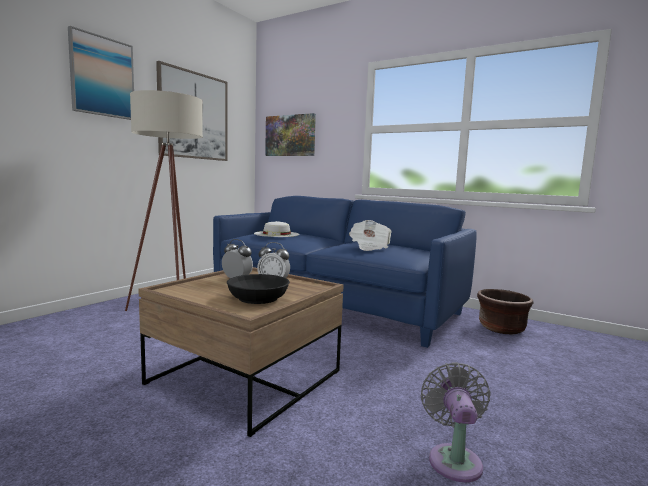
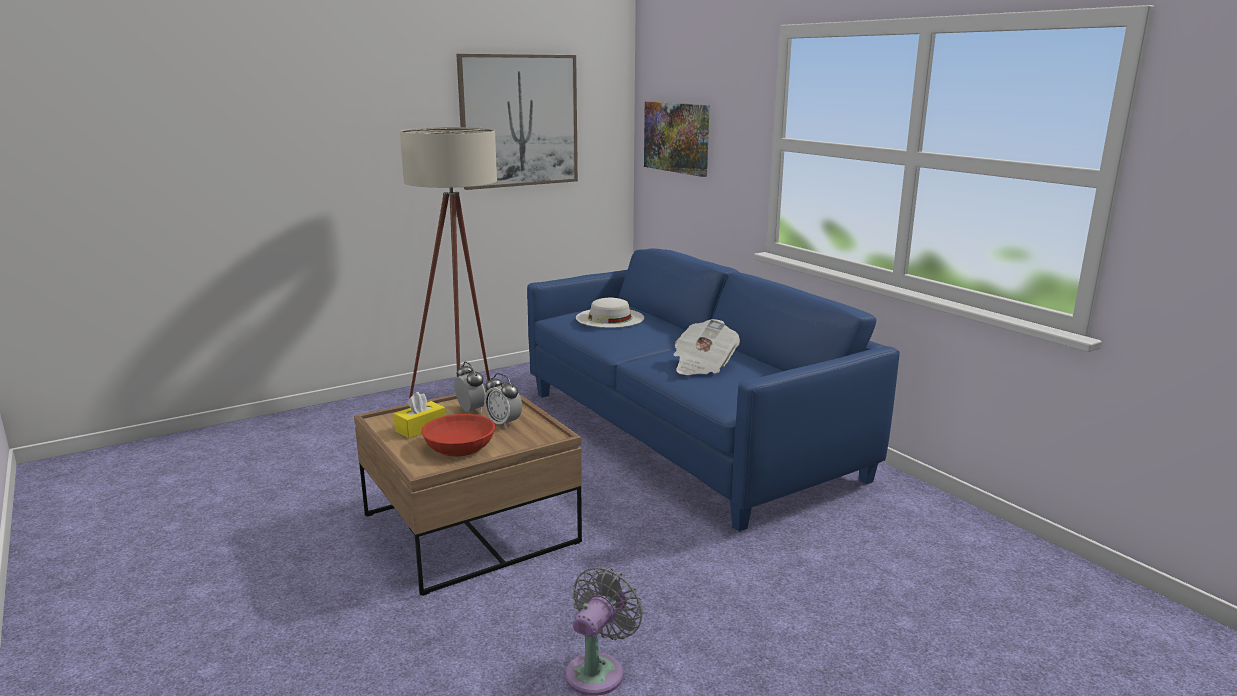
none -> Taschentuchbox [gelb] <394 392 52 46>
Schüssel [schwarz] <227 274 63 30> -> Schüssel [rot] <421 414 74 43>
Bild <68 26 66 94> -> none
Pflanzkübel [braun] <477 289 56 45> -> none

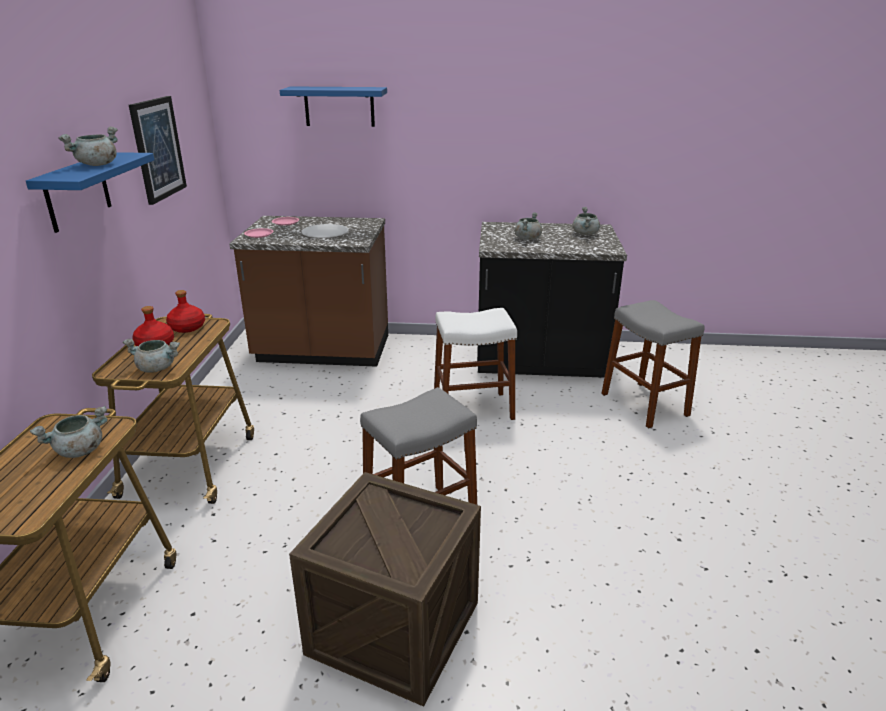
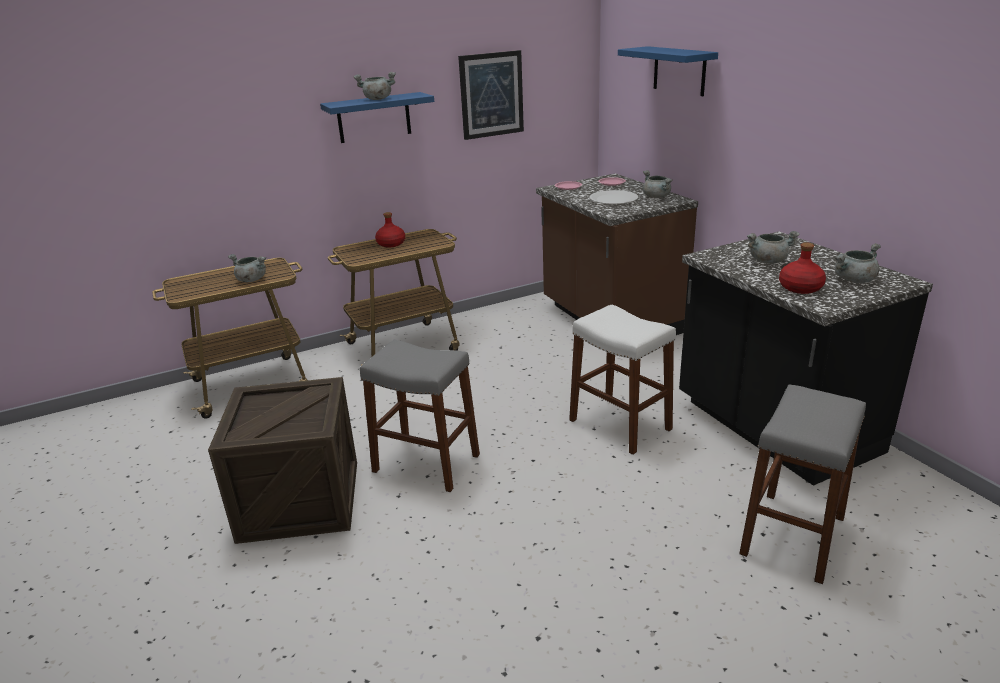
Kochtopf [grau] <123 339 57 34> -> Kochtopf [grau] <643 170 30 28>, shifted
Flasche [rot] <166 290 39 43> -> Flasche [rot] <779 242 47 52>, shifted

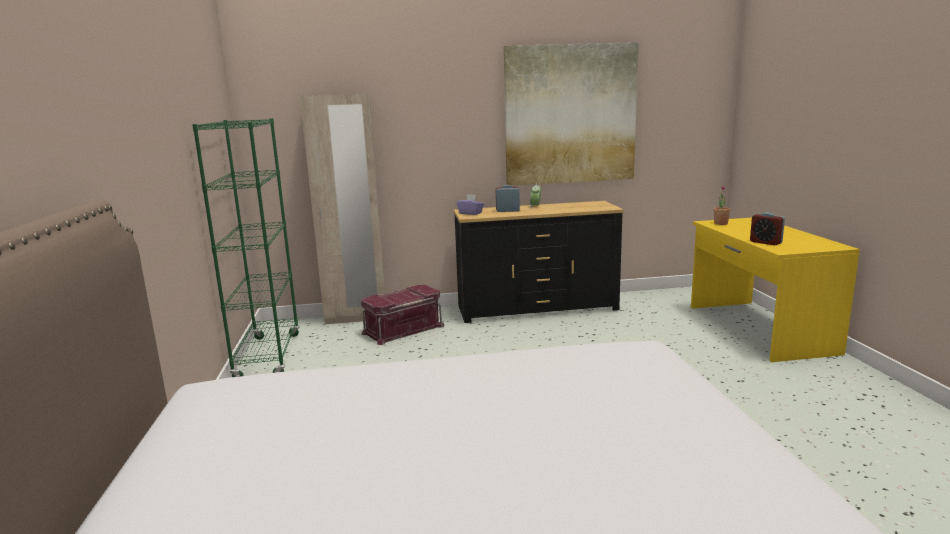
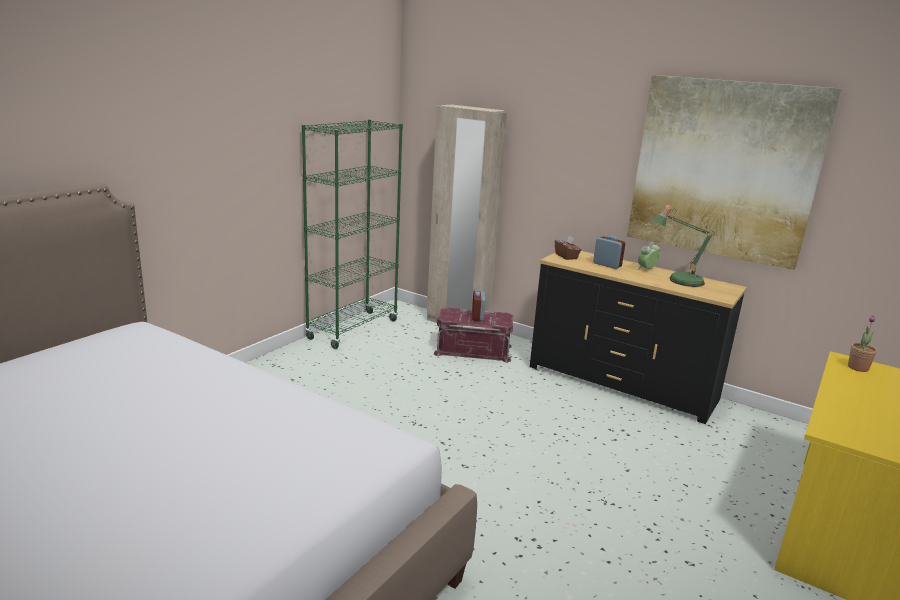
Wecker <750 213 35 32> -> Wecker <472 291 14 30>, shifted
Taschentuchbox [lila] <457 194 27 21> -> Taschentuchbox [braun] <555 236 26 24>
none -> Tischlampe <652 204 63 83>

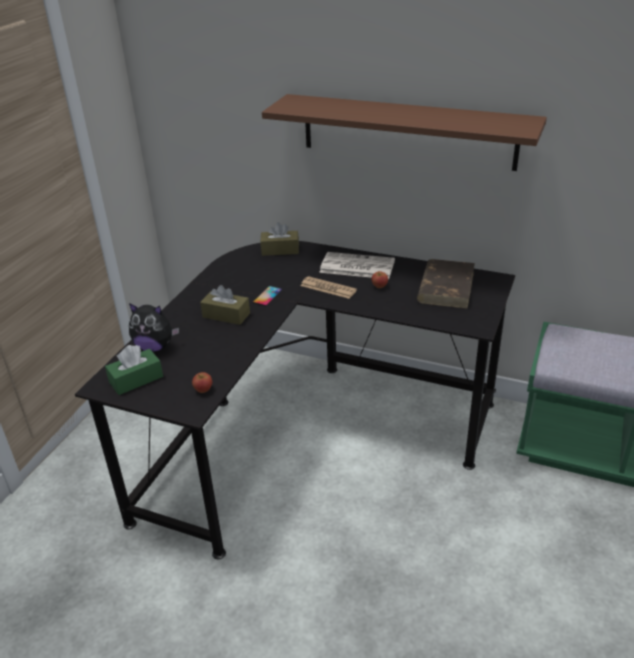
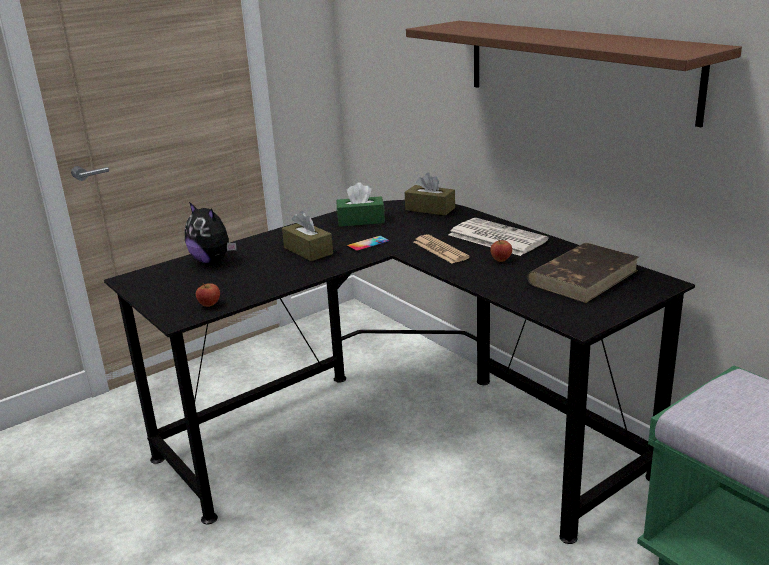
Taschentuchbox [grün] <105 345 58 50> -> Taschentuchbox [grün] <337 182 48 45>, shifted

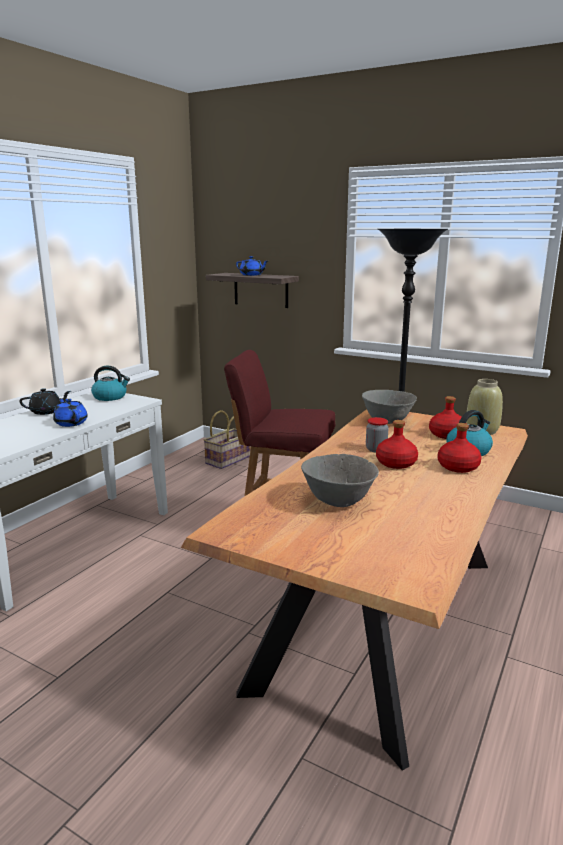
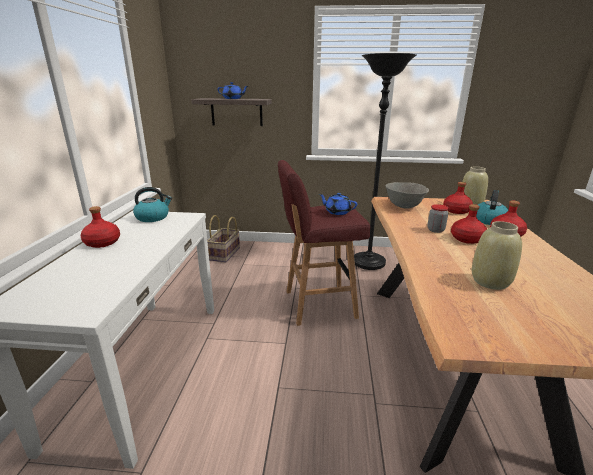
Teekanne [schwarz] <19 388 52 27> -> Flasche [rot] <81 206 39 42>
Teekanne [blau] <53 398 35 29> -> Teekanne [blau] <319 193 38 22>, shifted
Schüssel [grau] <301 454 78 53> -> Vase [beige] <472 221 50 69>

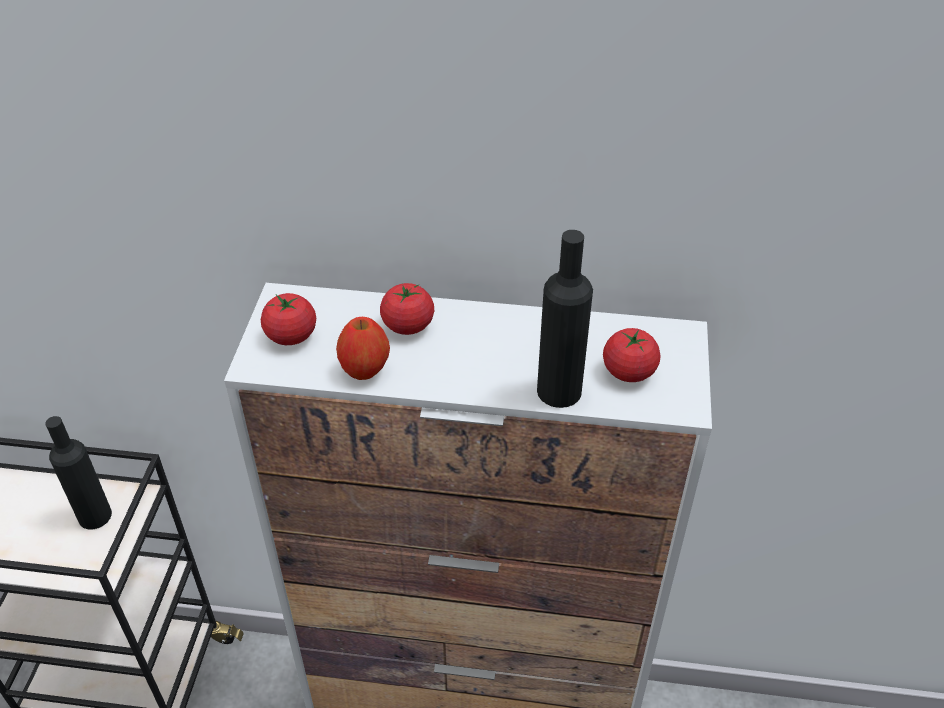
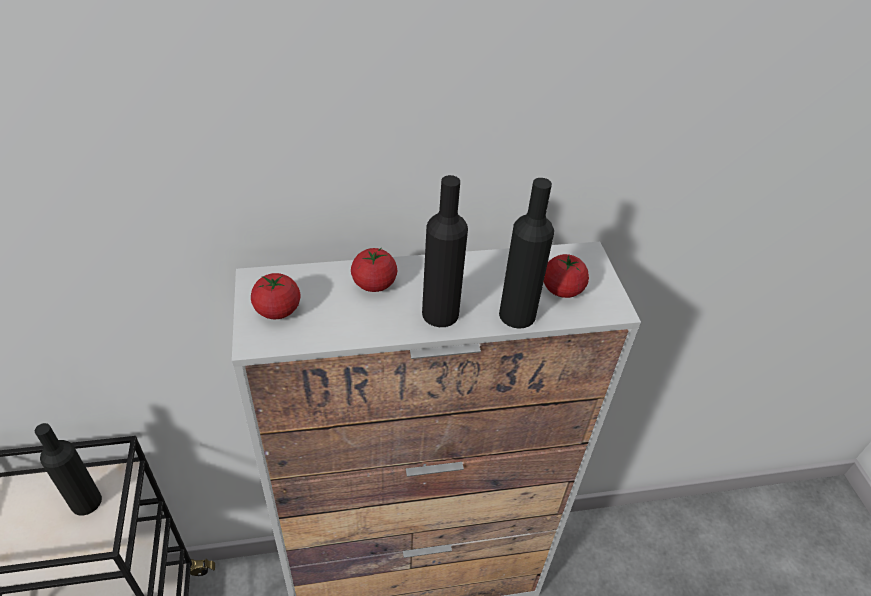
none -> Flasche [schwarz] <422 175 46 152>
Apfel <336 317 54 63> -> none

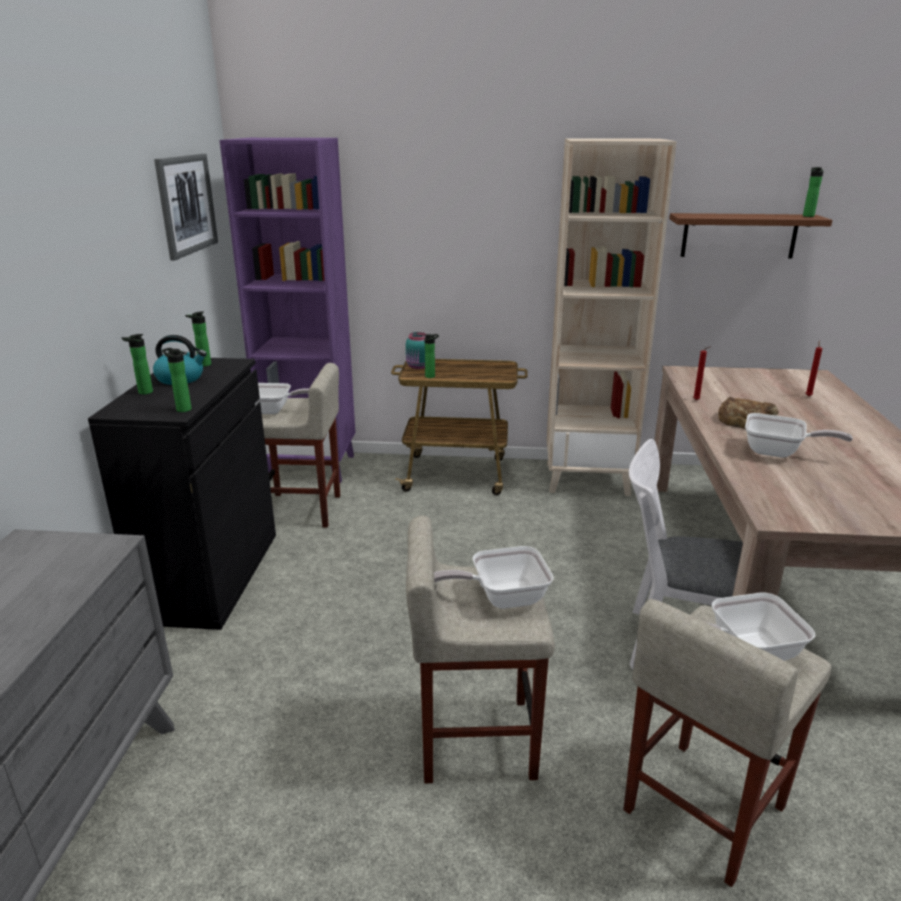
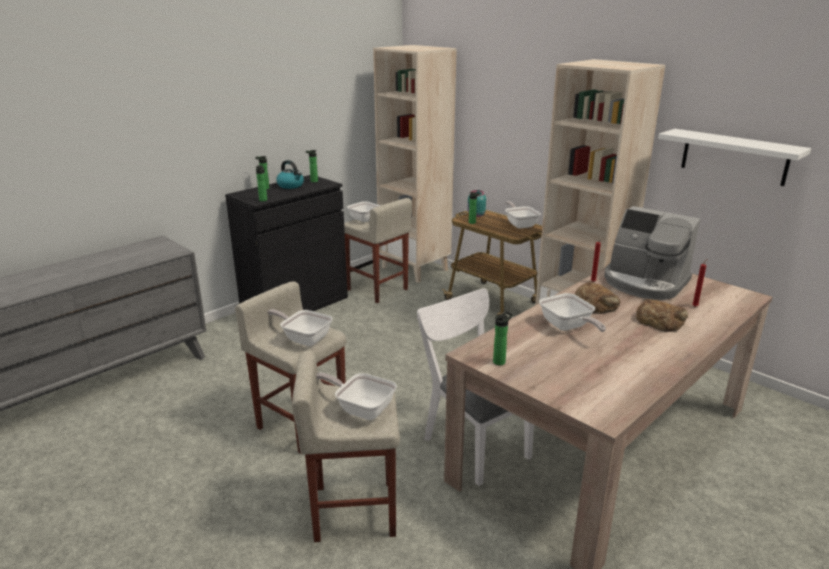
Bücherregal [lila] <220 138 135 345> -> Bücherregal [beige] <373 45 84 238>
Flasche <803 167 21 50> -> Flasche <493 312 20 53>, shifted
none -> Pfanne <505 201 36 28>
none -> Kaffeemaschine <605 206 95 94>
none -> Brot <636 299 52 33>
Wandregal [braun] <669 213 163 45> -> Wandregal [weiß] <658 129 153 57>
Bild <154 154 64 106> -> none

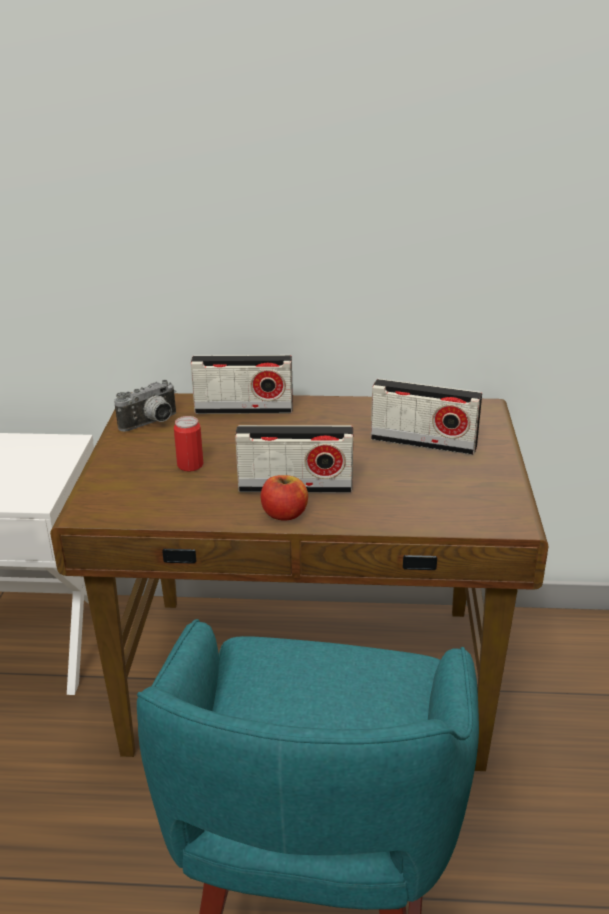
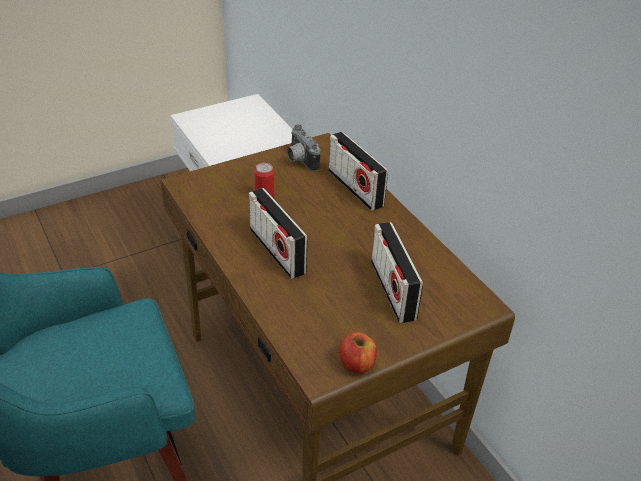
Kamera <114 380 62 52> -> Kamera <287 125 34 47>, 45 degrees clockwise
Apfel <261 475 47 46> -> Apfel <339 332 38 41>, shifted

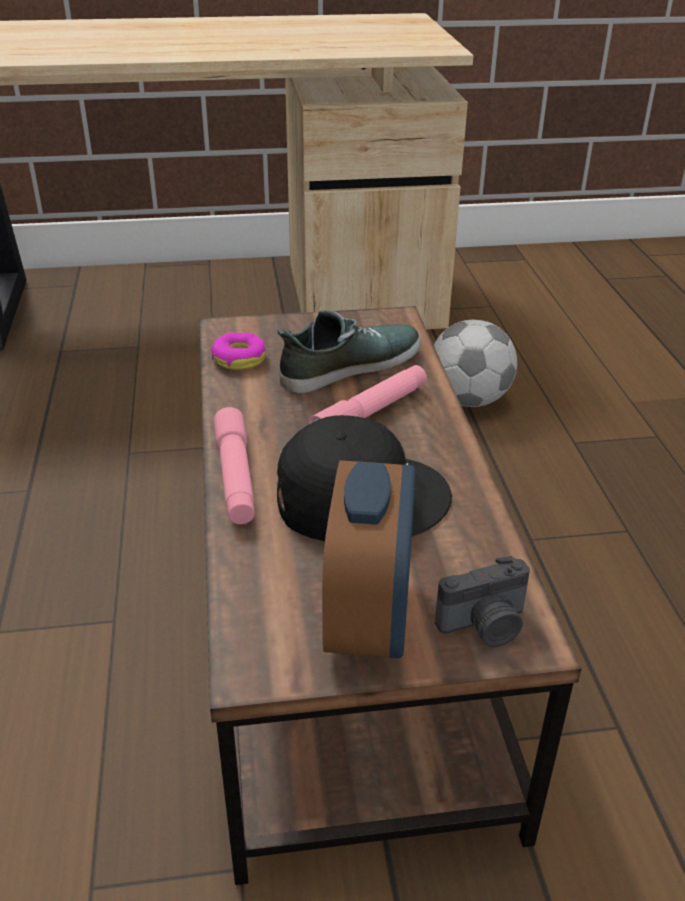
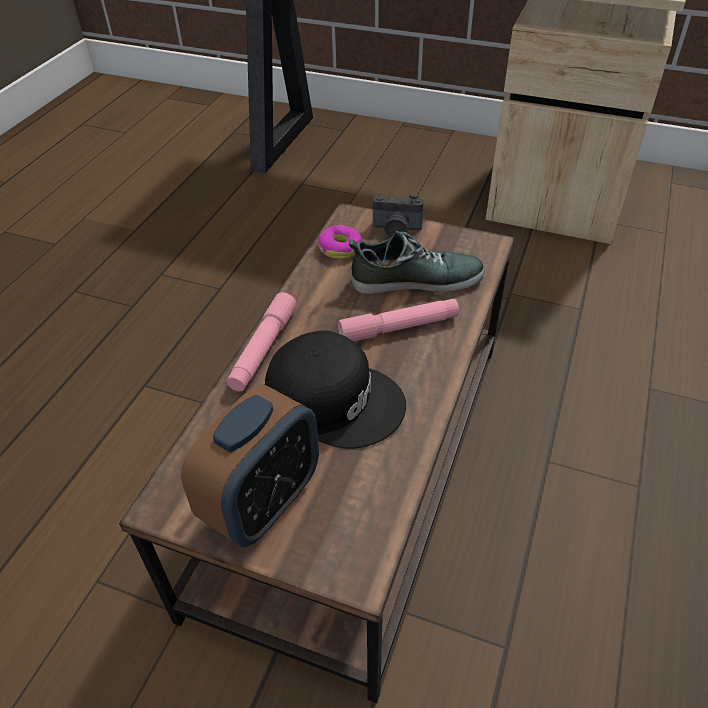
Kamera <435 556 95 91> -> Kamera <373 195 51 42>, shifted
Fußball <434 320 83 87> -> none

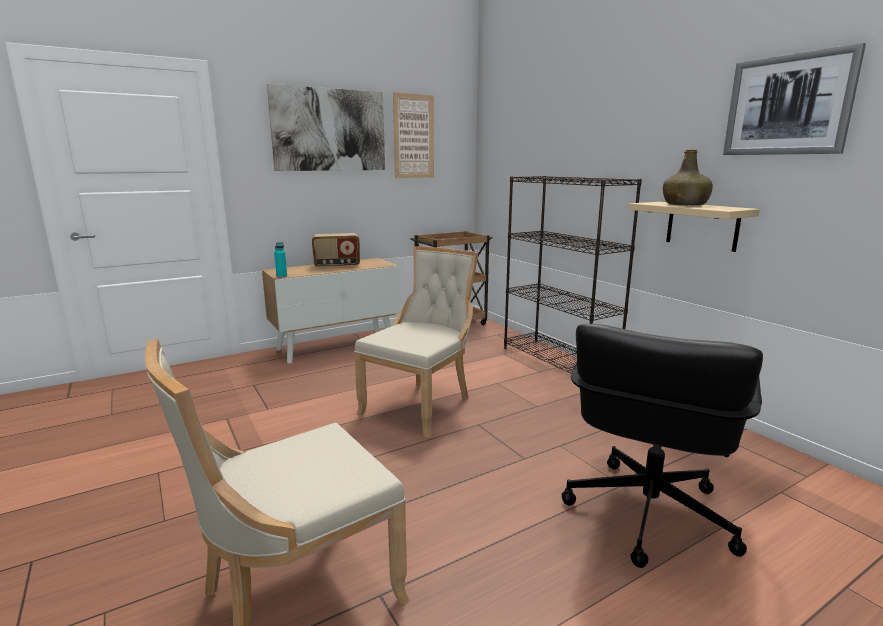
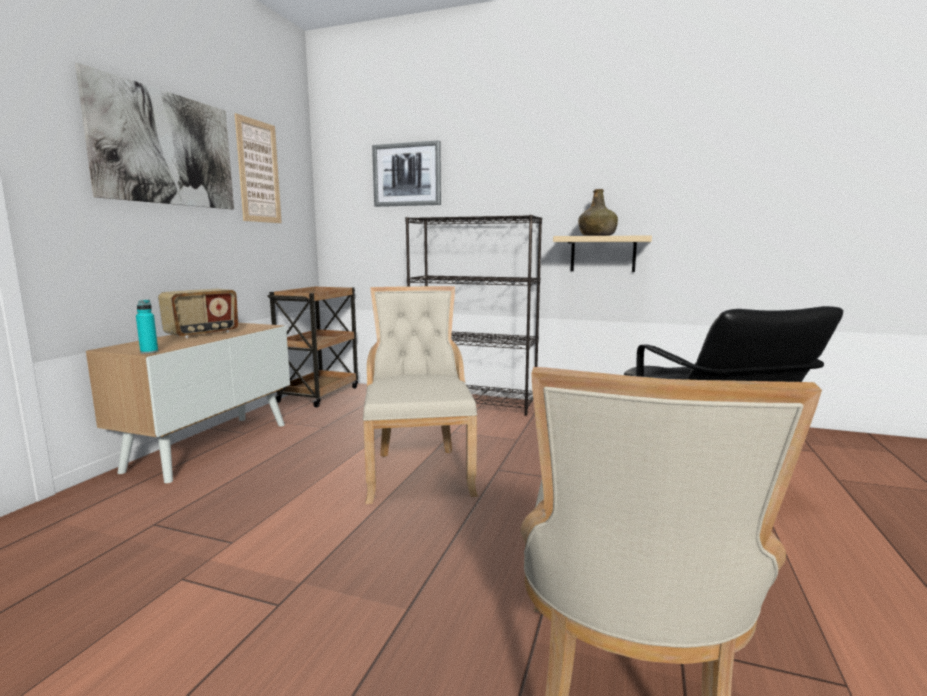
Bild <723 43 143 112> -> Bild <372 140 69 67>, shifted

